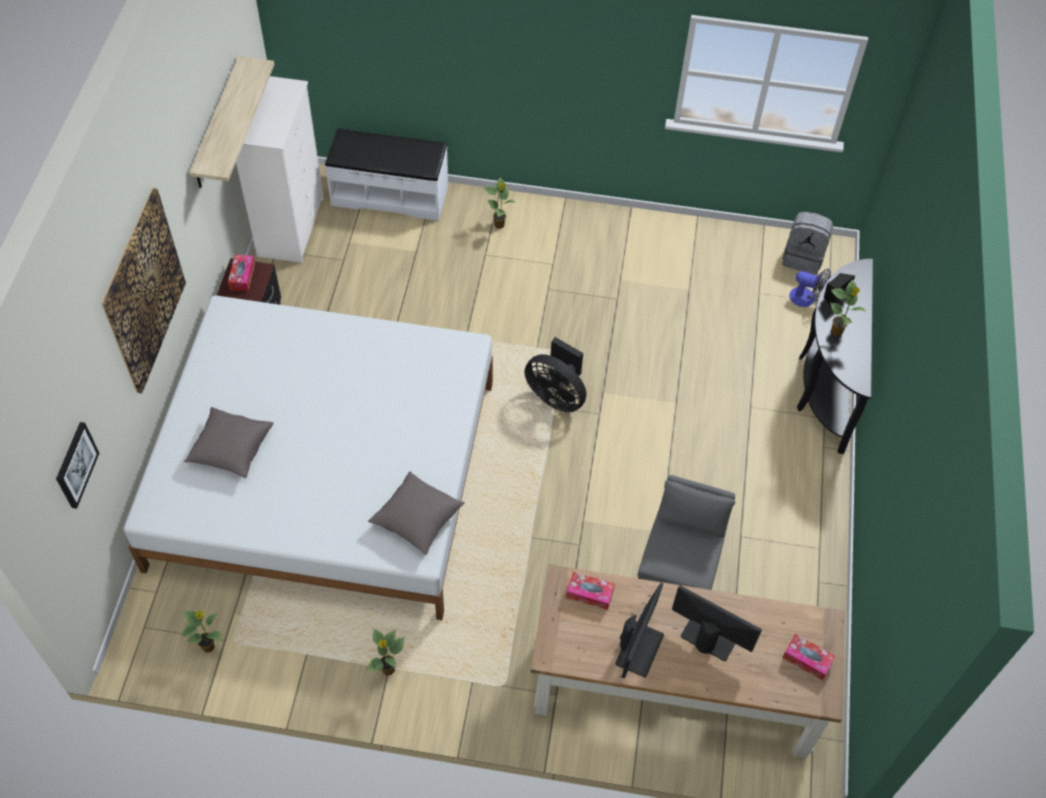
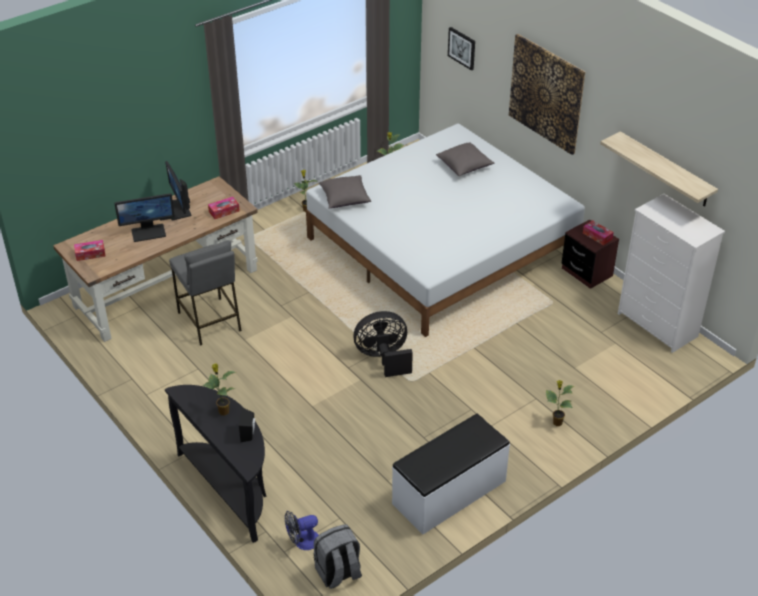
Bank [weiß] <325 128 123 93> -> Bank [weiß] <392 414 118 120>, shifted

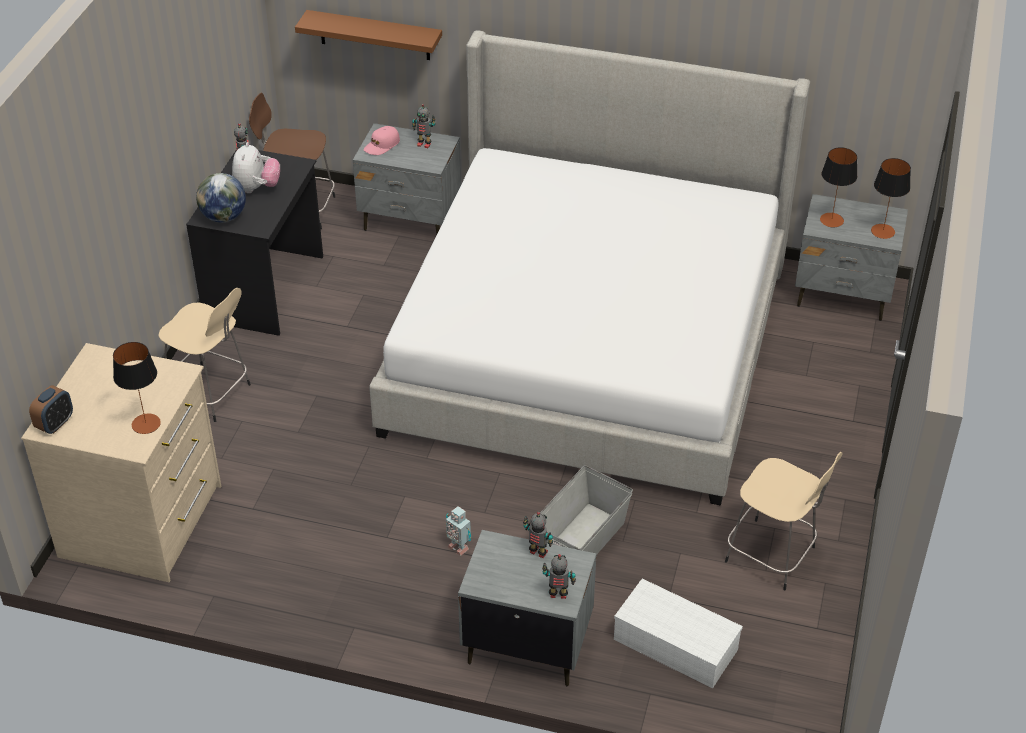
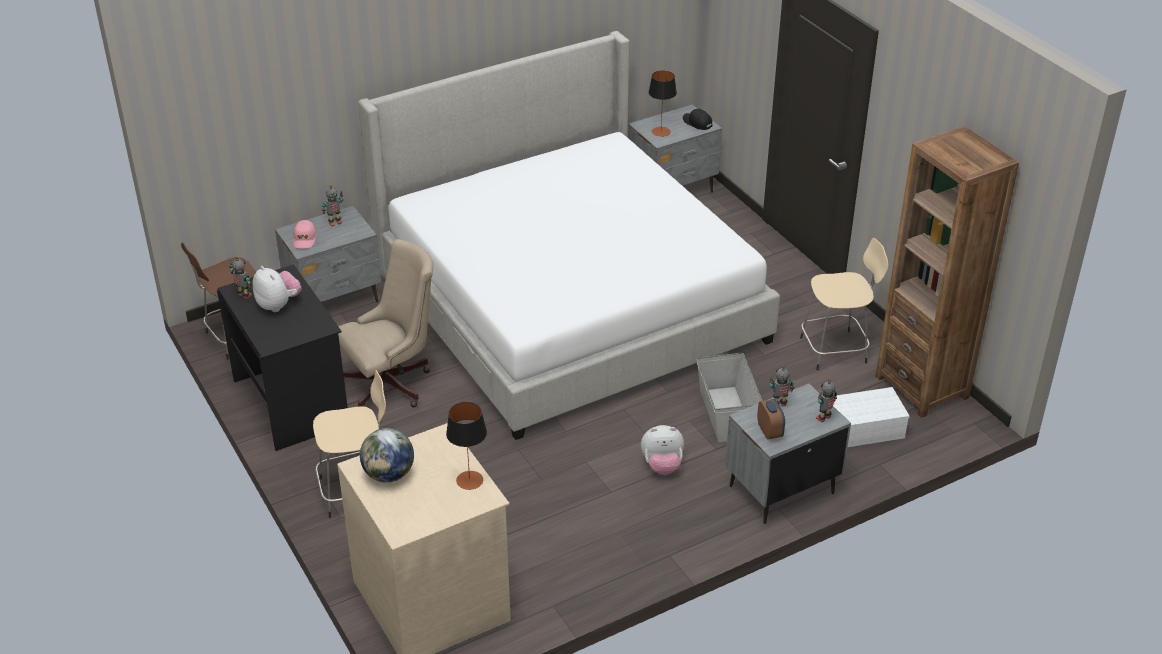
none -> Bürostuhl [beige] <338 239 95 169>
Globus <196 173 50 49> -> Globus <360 428 54 55>, shifted
Spielzeugroboter <446 506 25 50> -> Plüschtier <641 425 43 50>
Tischlampe <871 158 40 81> -> Kappe [schwarz] <683 109 29 21>
Wecker <29 385 44 49> -> Wecker <757 399 28 41>, shifted
none -> Bücherregal [braun] <875 126 144 292>
Wandregal [braun] <295 10 147 50> -> none

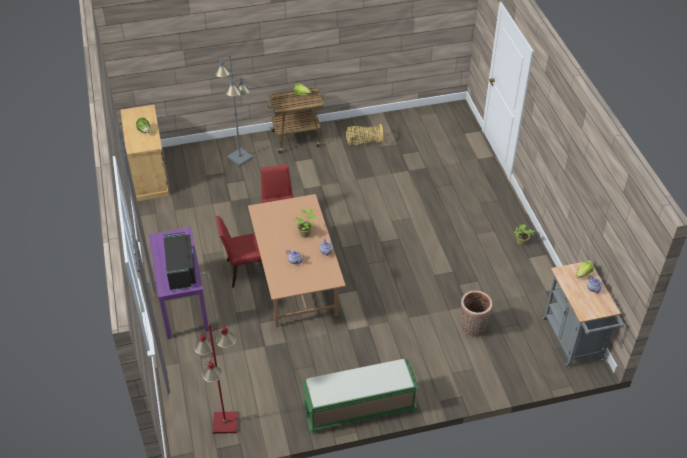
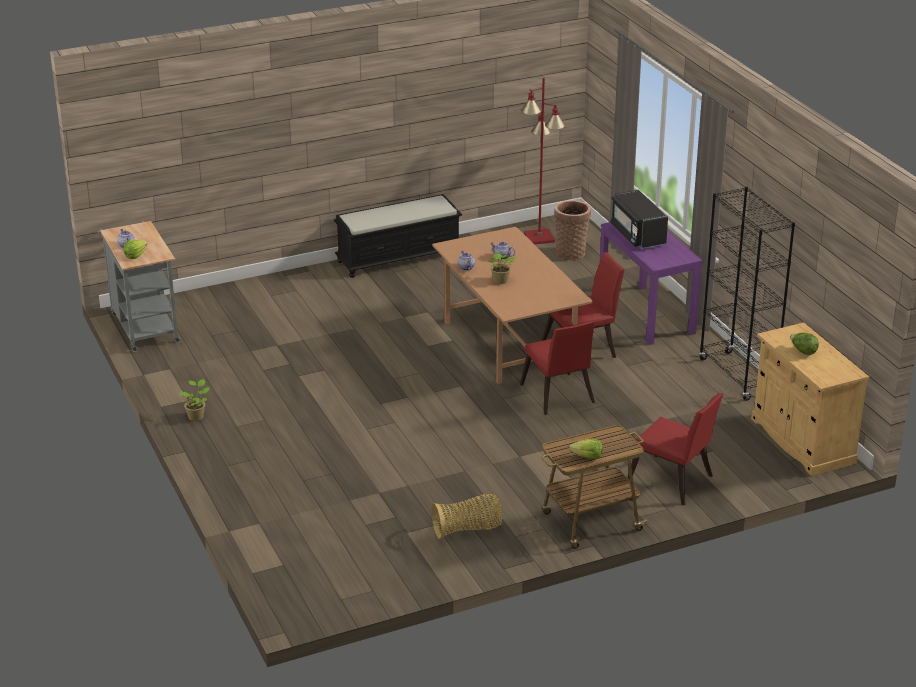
Bank [grün] <301 359 118 75> -> Bank [schwarz] <334 194 128 84>
Korb <460 290 32 47> -> Korb <554 200 37 61>, shifted
Stehlampe [grau] <215 56 38 110> -> Stuhl [rot] <628 393 96 112>
none -> Bücherregal [schwarz] <699 187 96 214>

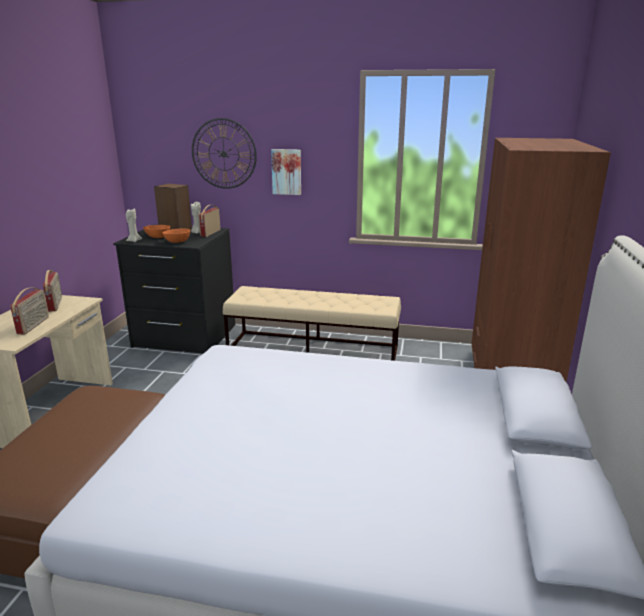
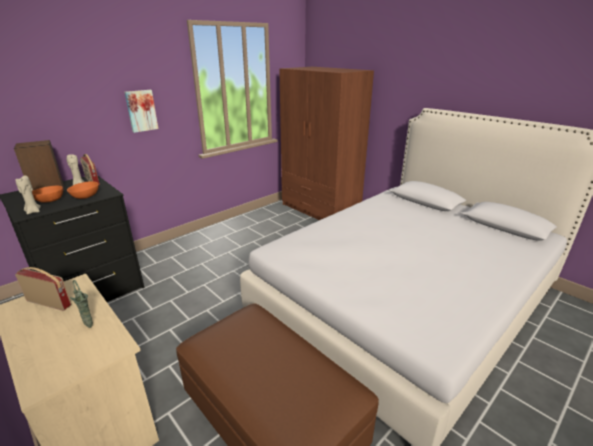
Radio <10 288 39 46> -> Vase [grün] <70 280 23 48>
Wanduhr <192 118 65 71> -> none
Bank [beige] <223 286 178 75> -> none

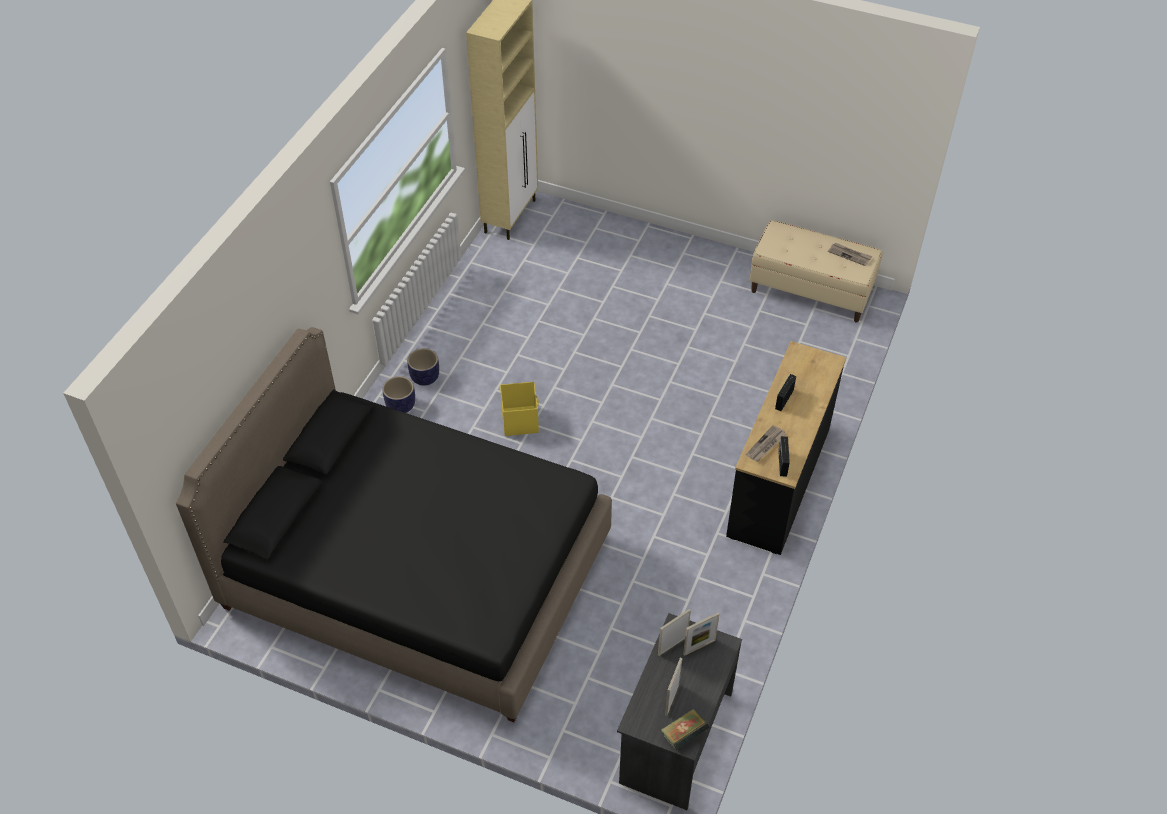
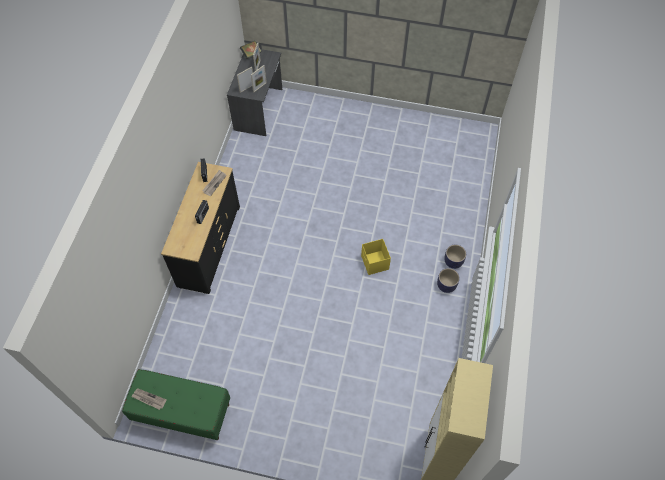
Bank [beige] <749 220 133 103> -> Bank [grün] <122 369 108 71>
Bett [schwarz] <176 327 436 395> -> none

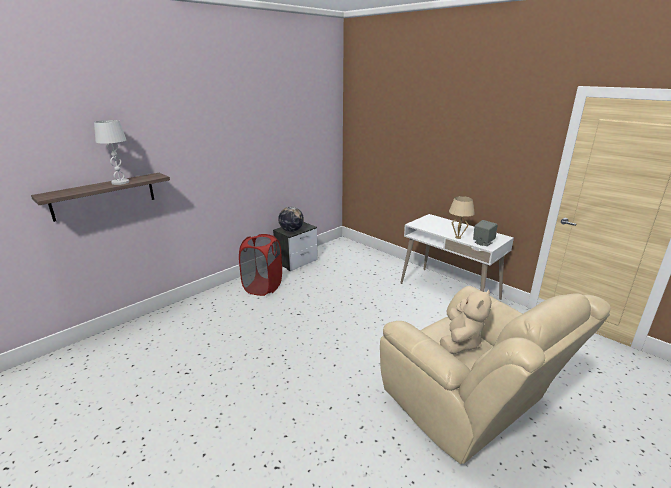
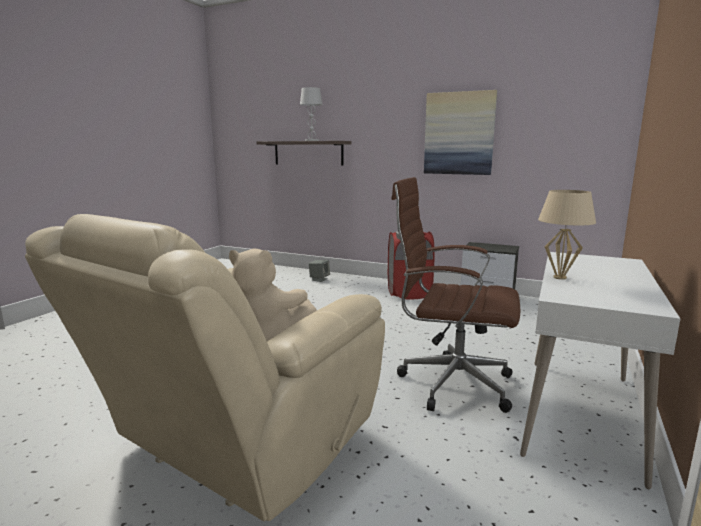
Lautsprecher [grau] <473 220 25 26> -> Lautsprecher [grau] <309 260 21 22>, shifted
none -> Bürostuhl [braun] <392 177 129 236>
none -> Bild <424 90 73 85>
Globus <278 207 26 25> -> none

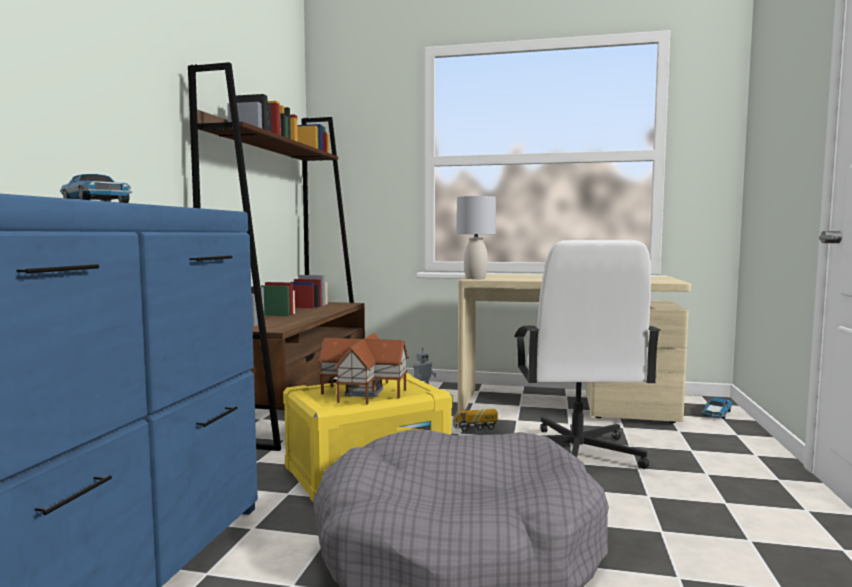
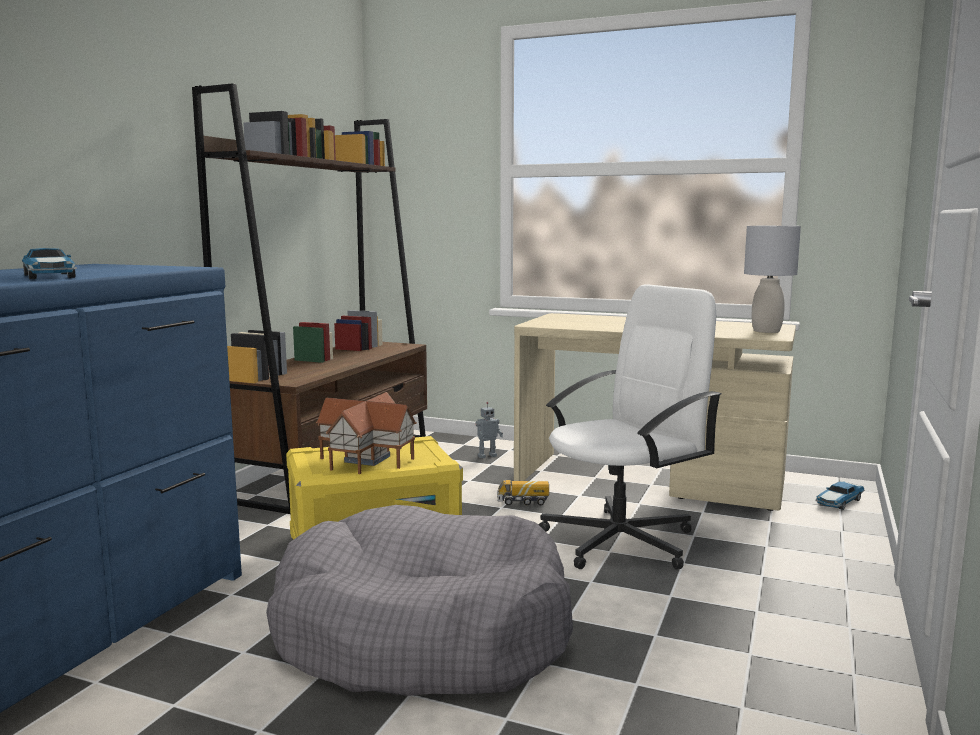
Bürostuhl [weiß] <514 240 147 229> -> Bürostuhl [weiß] <539 284 182 286>, 135 degrees counterclockwise
Tischlampe [grau] <457 196 39 83> -> Tischlampe [grau] <744 226 57 107>, shifted

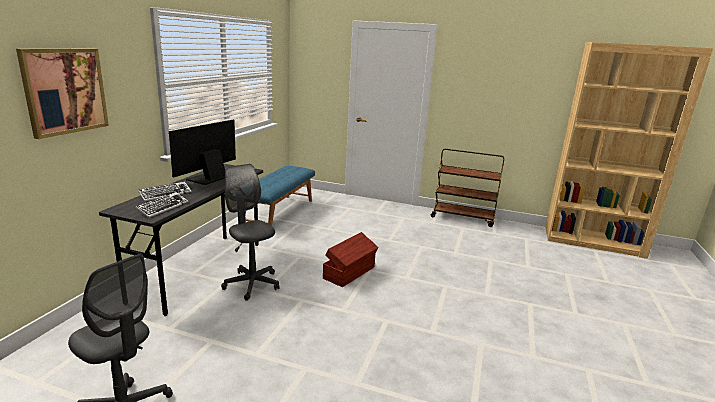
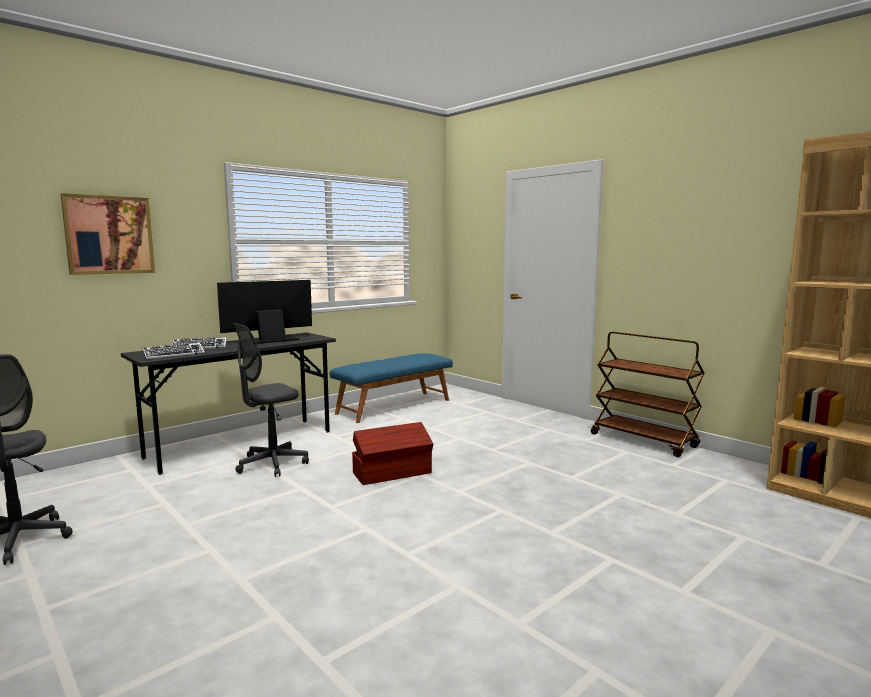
Bürostuhl [grau] <221 164 59 137> -> Bürostuhl [grau] <233 323 76 154>, 120 degrees counterclockwise

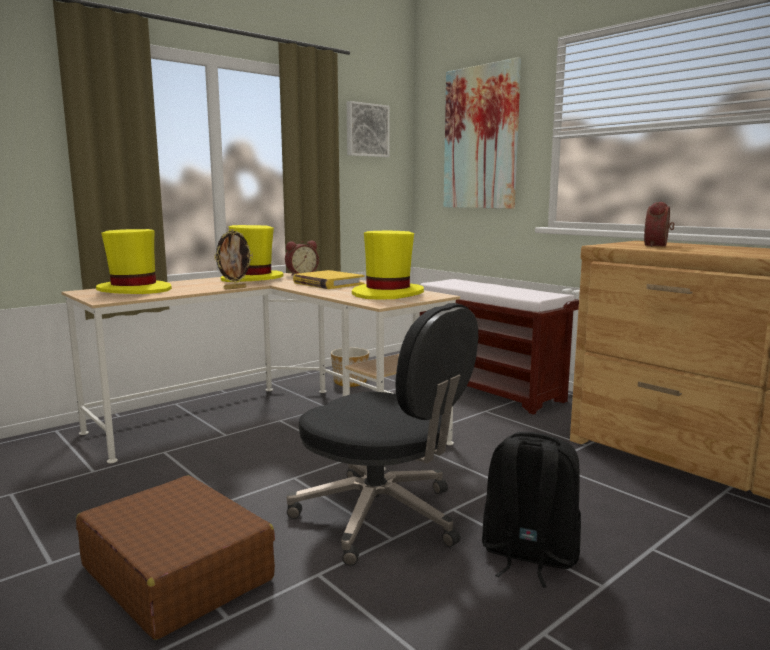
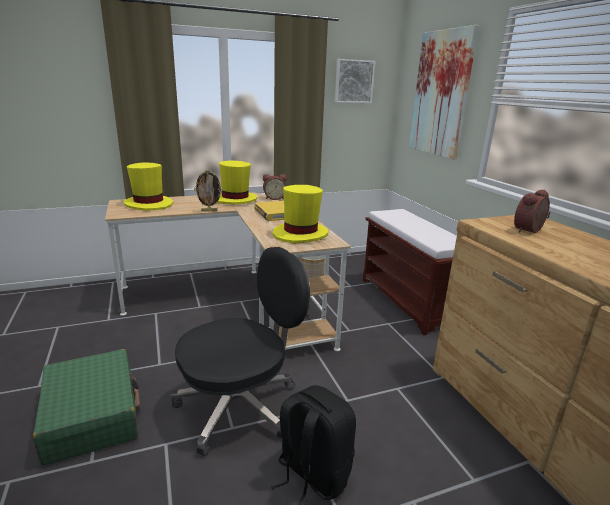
Koffer [braun] <76 476 199 164> -> Koffer [grün] <33 349 107 117>
Bürostuhl [schwarz] <287 303 191 263> -> Bürostuhl [schwarz] <171 247 139 209>, 90 degrees counterclockwise

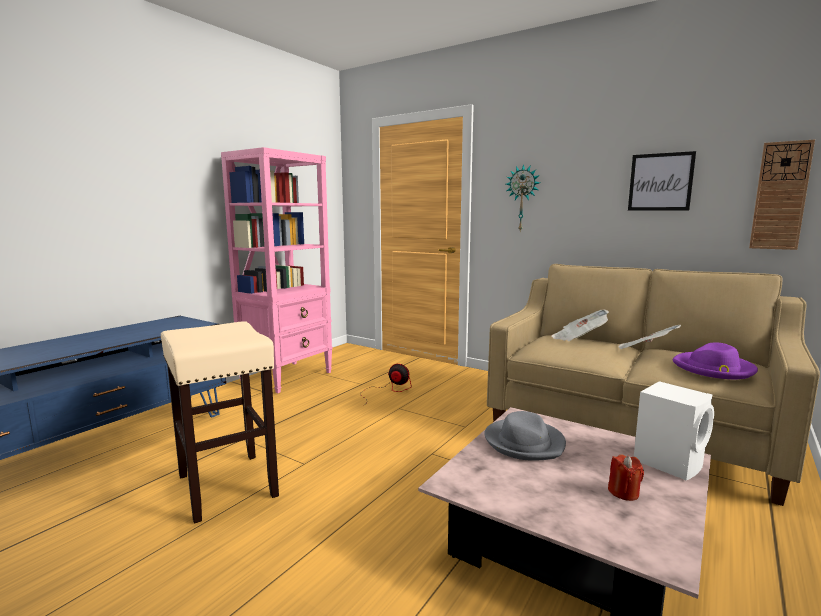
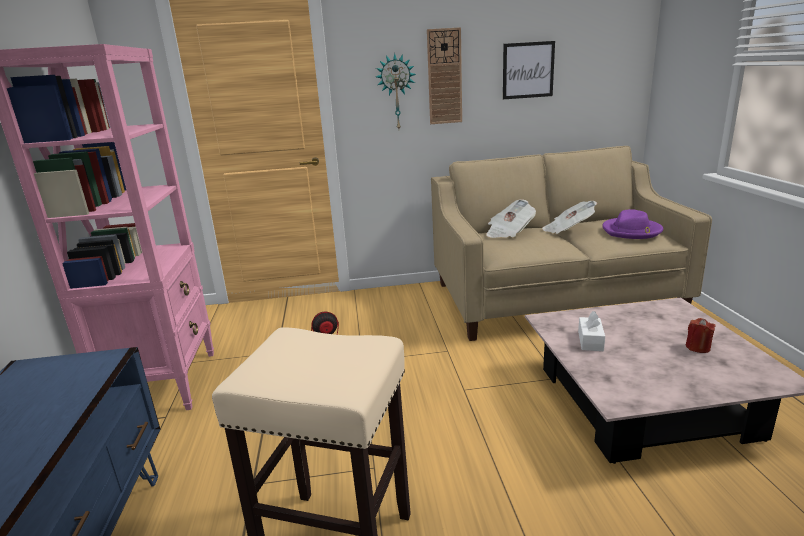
Wanduhr <749 140 66 110> -> Wanduhr <427 27 35 97>, shifted
Hut [grau] <484 411 82 50> -> Taschentuchbox [weiß] <578 311 27 40>
Lautsprecher [weiß] <634 381 80 100> -> none

